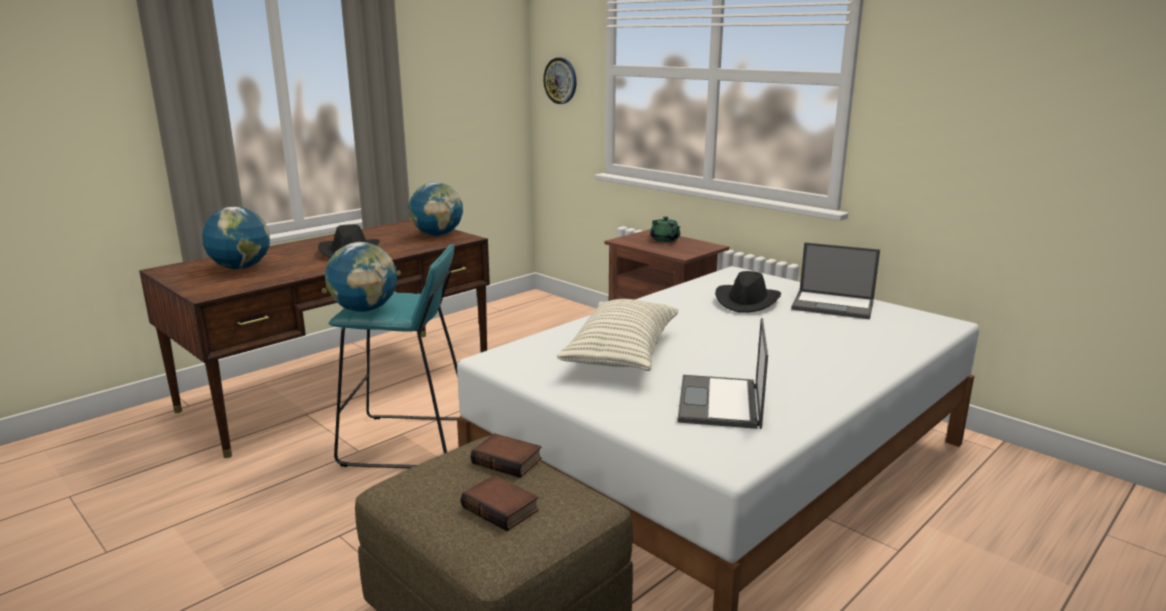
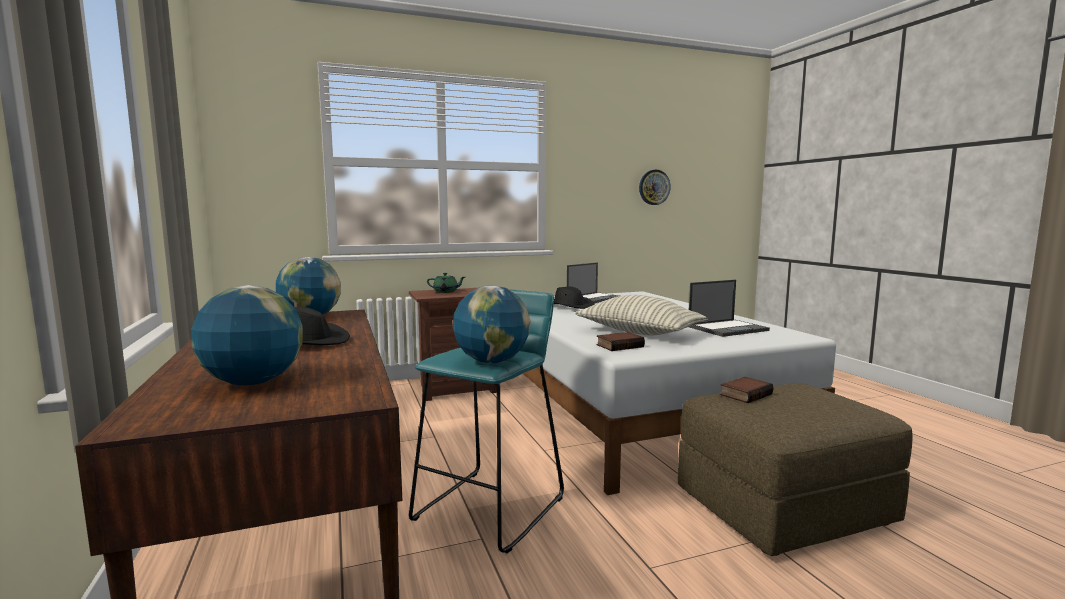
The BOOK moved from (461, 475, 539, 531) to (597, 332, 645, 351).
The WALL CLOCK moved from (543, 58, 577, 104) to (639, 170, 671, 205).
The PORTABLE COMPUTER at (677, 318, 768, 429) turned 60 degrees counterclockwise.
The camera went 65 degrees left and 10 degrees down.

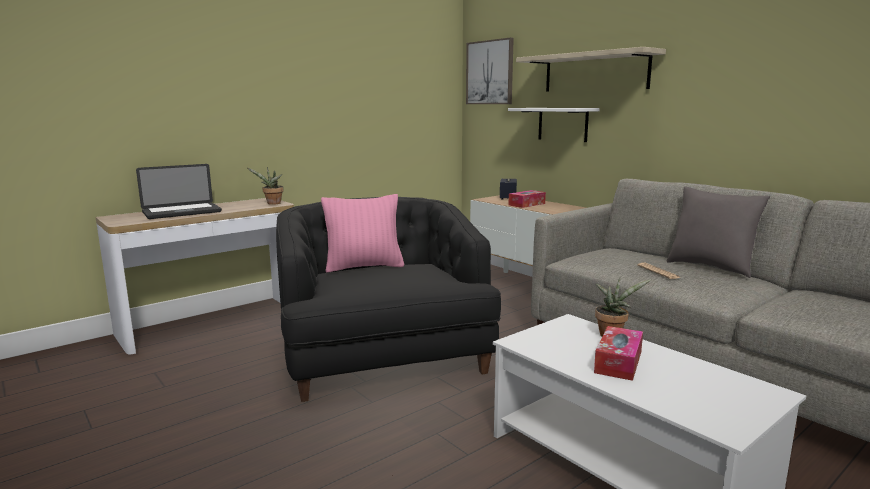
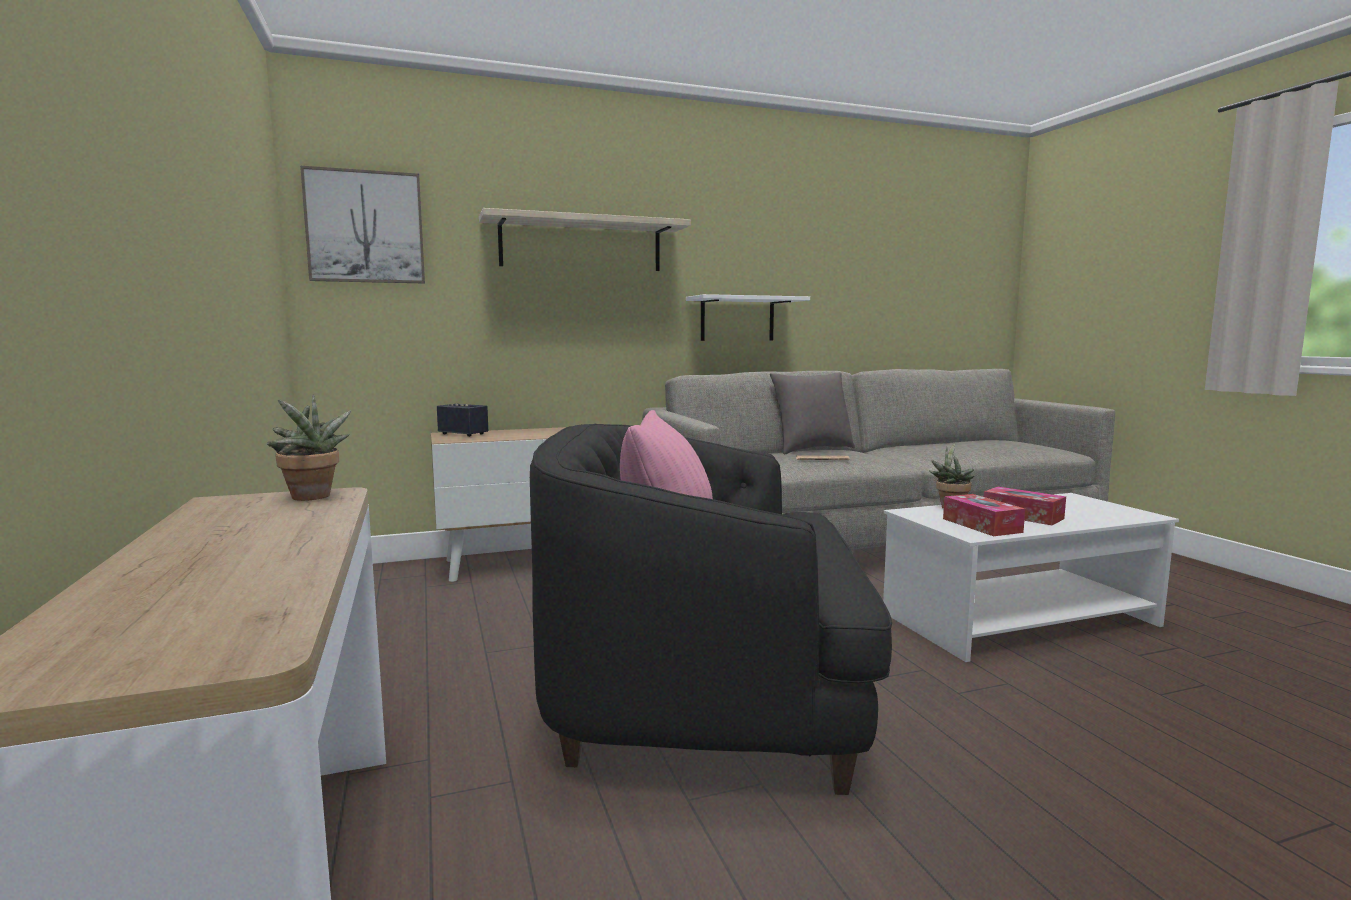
The PORTABLE COMPUTER at (136, 164, 222, 219) disappeared.
The WHITISH BRACKET SHELF moved from (508, 108, 600, 142) to (686, 294, 810, 341).
The TISSUE BOX moved from (509, 190, 546, 208) to (943, 494, 1025, 536).
The camera went 70 degrees left and 5 degrees down.

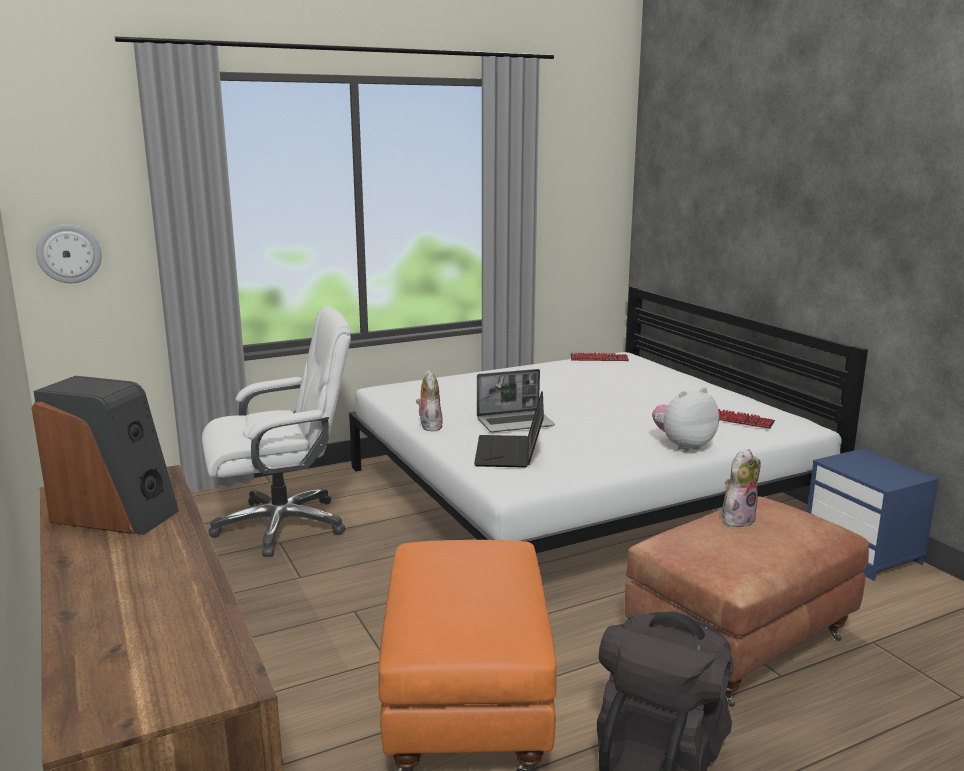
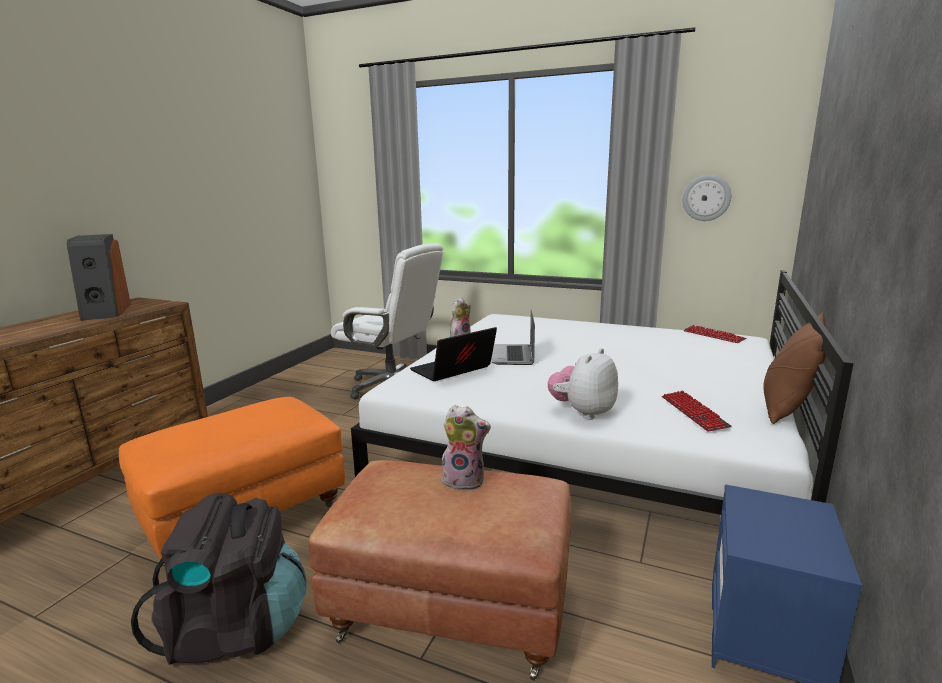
The BROWN-COLOURED THROW PILLOW at (763, 313, 826, 424) appeared.
The WALL CLOCK moved from (36, 224, 102, 283) to (683, 175, 731, 221).
The PORTABLE COMPUTER at (477, 369, 555, 432) turned 60 degrees clockwise.
The CUDDLY TOY at (652, 387, 719, 452) turned 75 degrees counterclockwise.
The camera went 50 degrees right and 0 degrees up.

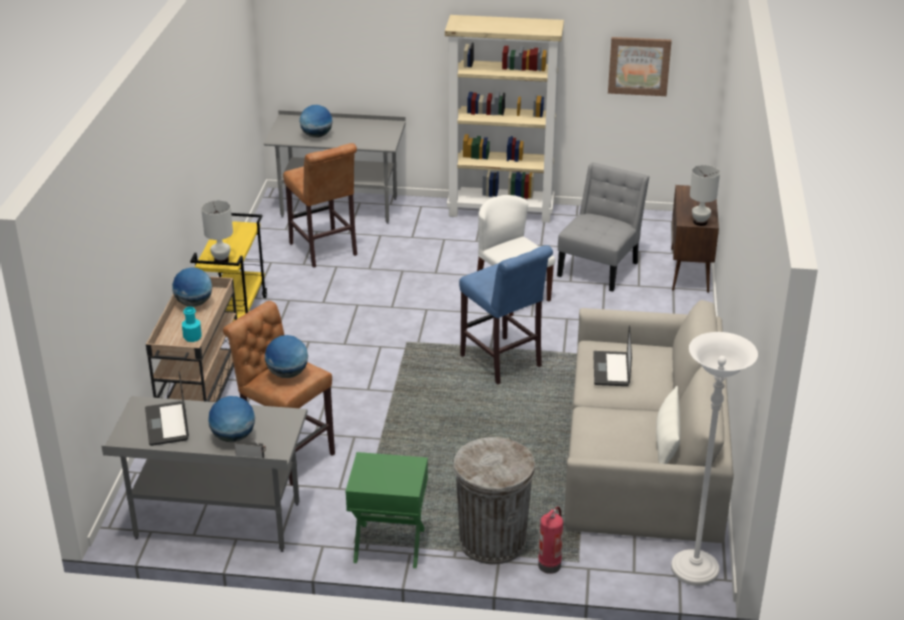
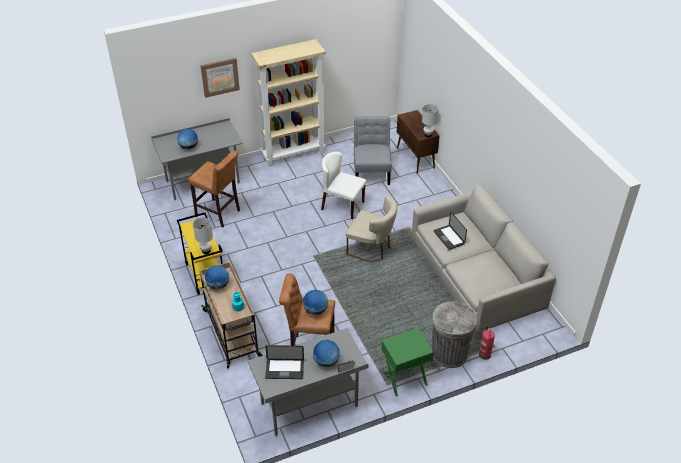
The WHITISH THROW PILLOW at (656, 386, 680, 464) disappeared.
The WHITISH FLOOR LAMP at (671, 332, 758, 586) disappeared.
The WALL ART moved from (608, 37, 672, 96) to (200, 58, 240, 98).
The BLUE-COLOURED SITTING STOOL at (459, 245, 553, 384) was replaced by the BEIGE CHAIR at (346, 196, 397, 262).
The PORTABLE COMPUTER at (145, 372, 189, 446) turned 45 degrees counterclockwise.
The camera went 30 degrees left and 10 degrees up.

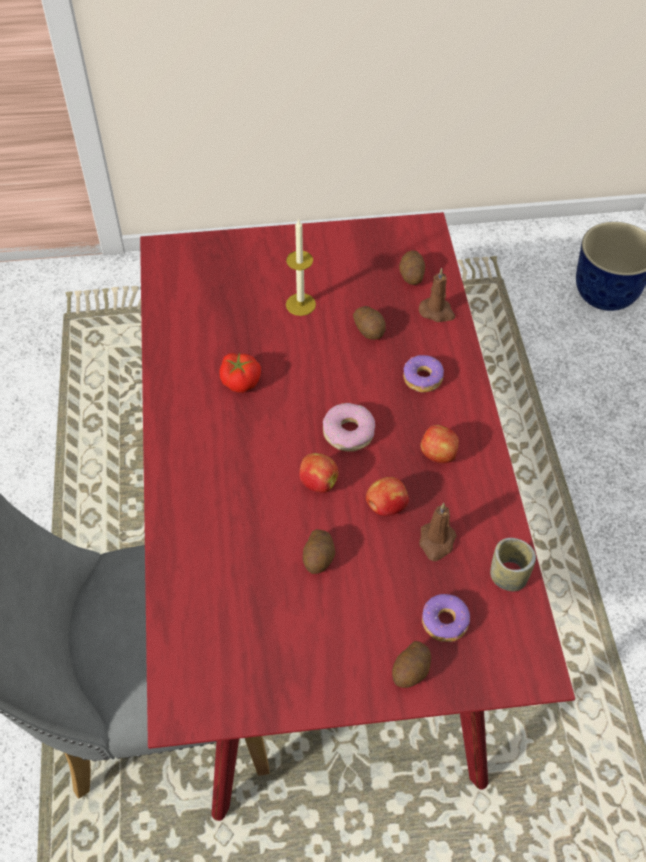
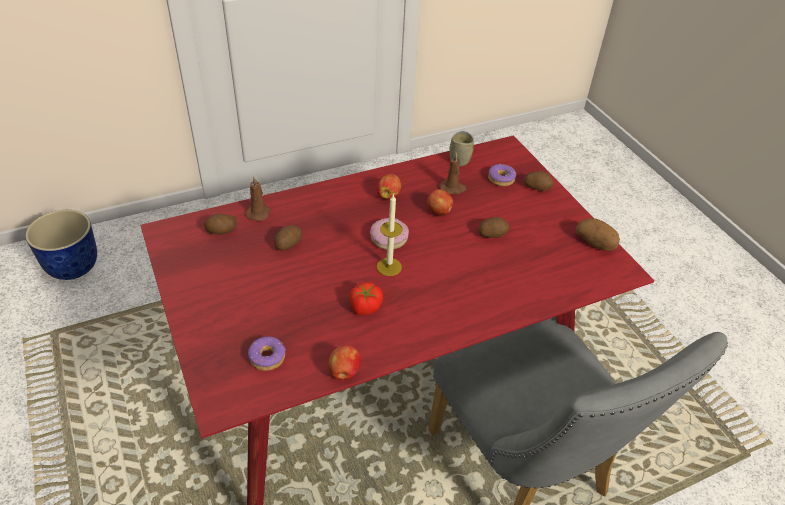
The SPUD at (576, 218, 620, 251) appeared.
The CANDLE moved from (286, 219, 316, 316) to (377, 195, 403, 276).
The APPLE FRUIT moved from (299, 453, 338, 493) to (328, 345, 361, 380).
The DOUGHNUT moved from (403, 355, 444, 392) to (248, 337, 286, 371).
The camera went 110 degrees left and 10 degrees down.

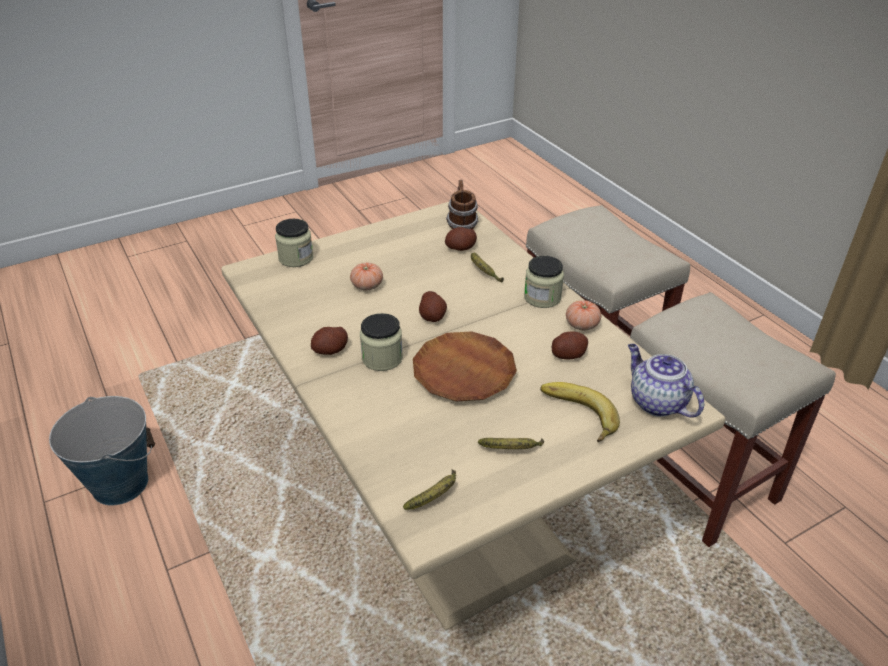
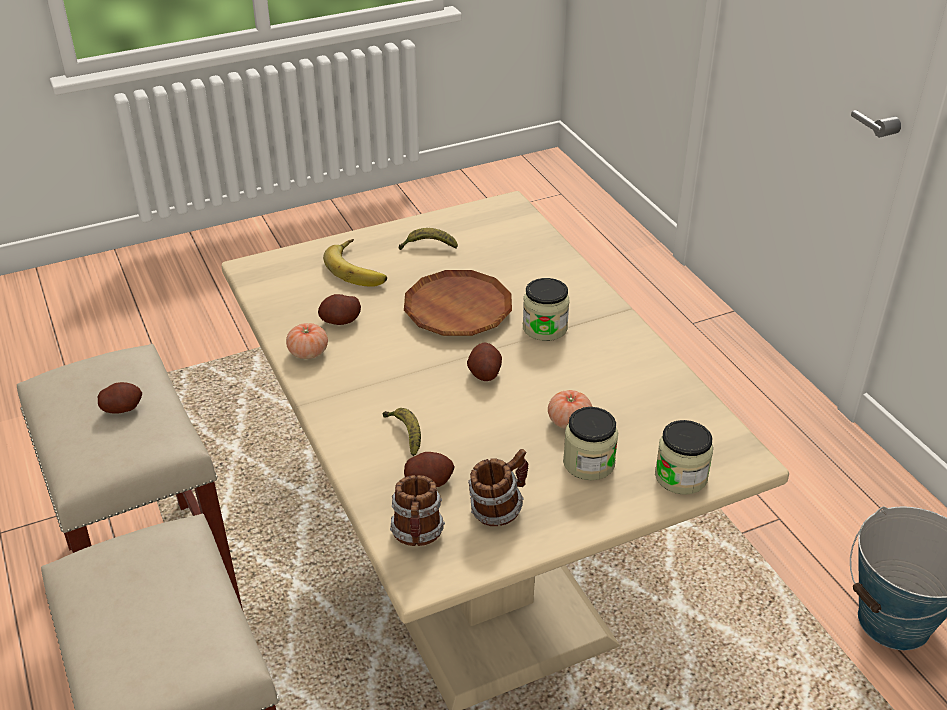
The BANANA FRUIT at (403, 469, 456, 510) disappeared.
The TEAPOT at (628, 344, 704, 418) disappeared.
The MUG at (468, 449, 528, 526) appeared.
The SPUD moved from (311, 327, 348, 355) to (98, 382, 142, 414).
The STORAGE JAR moved from (524, 256, 564, 308) to (563, 407, 618, 480).
The camera went 175 degrees left and 0 degrees up.

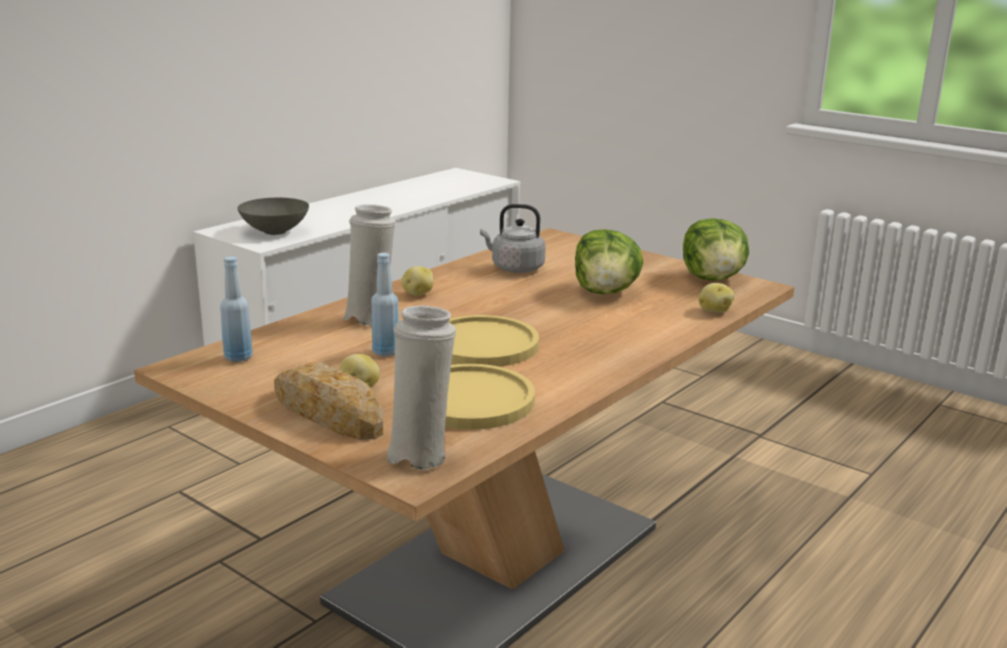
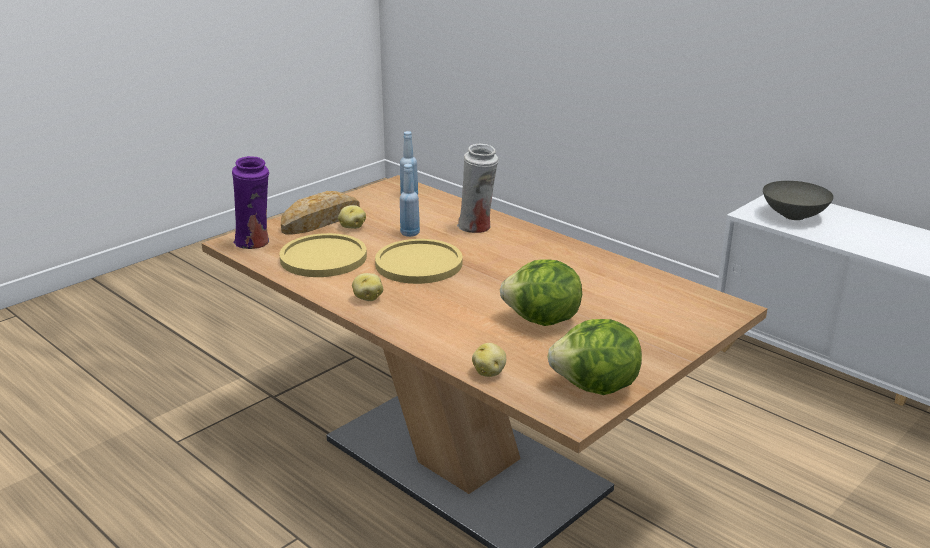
The GREYISH WATER KETTLE at (480, 204, 546, 273) disappeared.
The SPUD moved from (401, 266, 433, 296) to (352, 273, 383, 301).
The WHITISH VASE at (387, 305, 456, 470) became the PURPLISH VASE at (232, 156, 269, 249).
The camera went 95 degrees right and 5 degrees up.

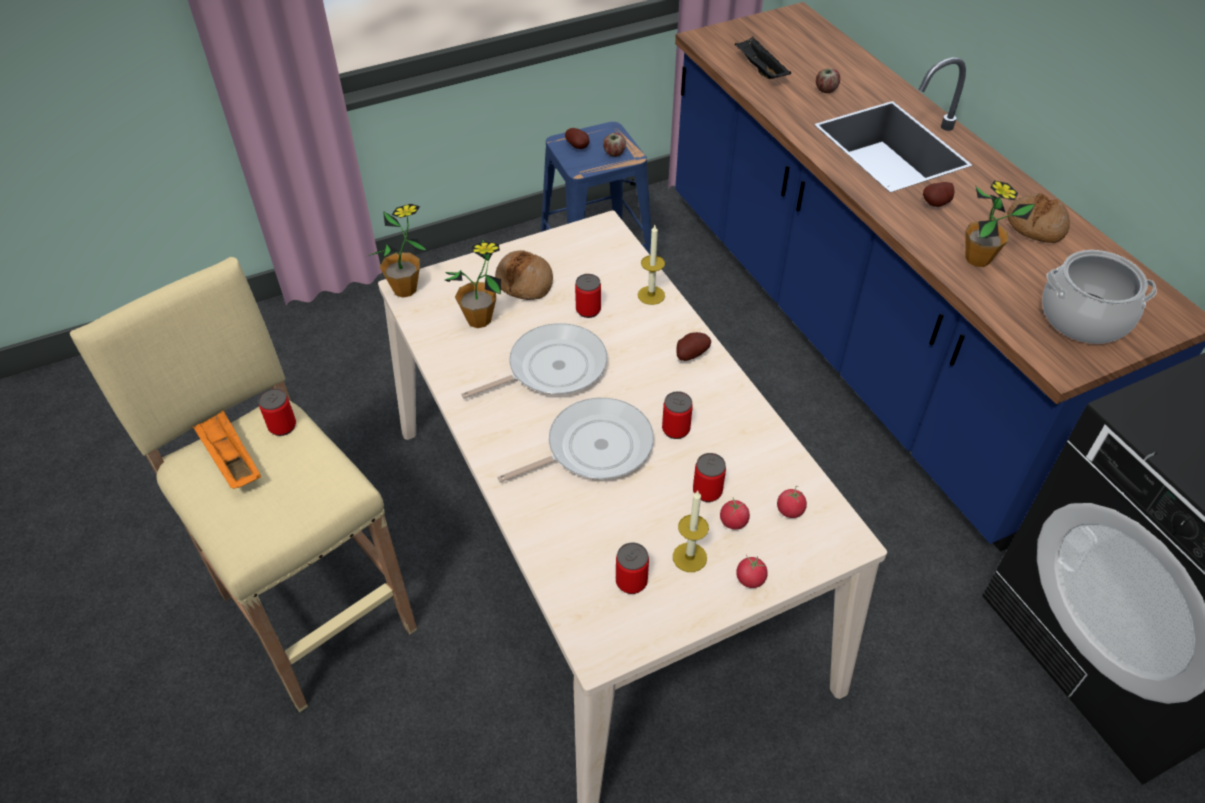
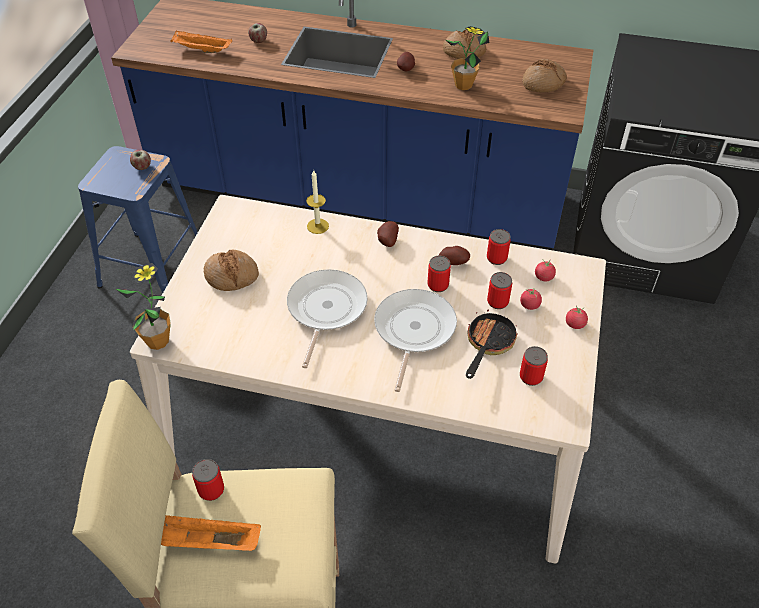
The PLANT IN A POT at (445, 239, 501, 328) disappeared.
The CANDLE at (673, 491, 709, 572) disappeared.
The FRYING PAN at (466, 305, 518, 379) appeared.
The SPUD moved from (565, 128, 590, 149) to (439, 246, 470, 265).
The METAL CAN moved from (575, 274, 601, 318) to (487, 229, 511, 265).
The COOKING POT at (1042, 250, 1157, 344) was replaced by the BAKERY BREAD at (522, 59, 567, 93).
The BLACK TRAY at (735, 37, 791, 79) became the ORANGE-COLOURED TRAY at (170, 31, 233, 53).
The camera went 50 degrees left and 0 degrees up.

